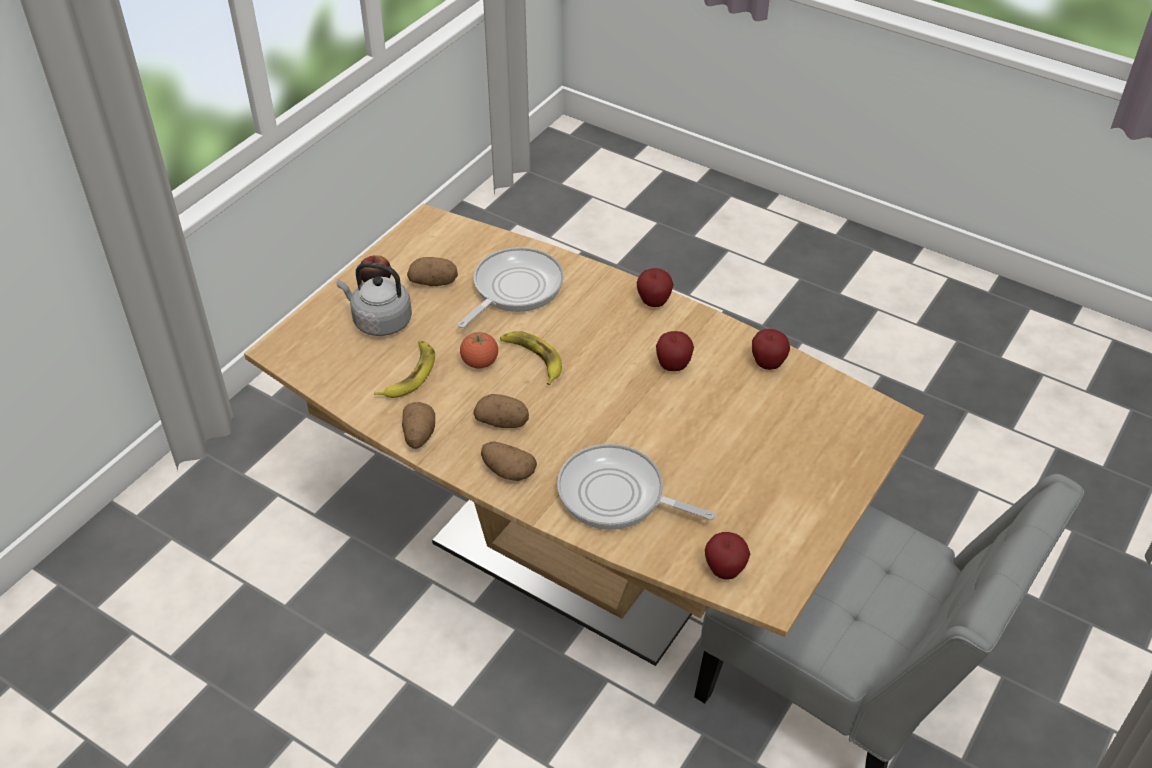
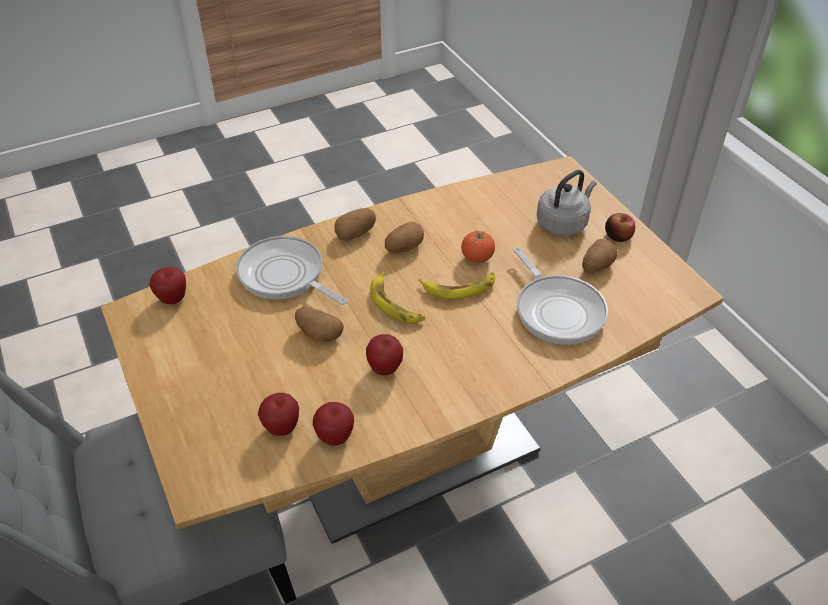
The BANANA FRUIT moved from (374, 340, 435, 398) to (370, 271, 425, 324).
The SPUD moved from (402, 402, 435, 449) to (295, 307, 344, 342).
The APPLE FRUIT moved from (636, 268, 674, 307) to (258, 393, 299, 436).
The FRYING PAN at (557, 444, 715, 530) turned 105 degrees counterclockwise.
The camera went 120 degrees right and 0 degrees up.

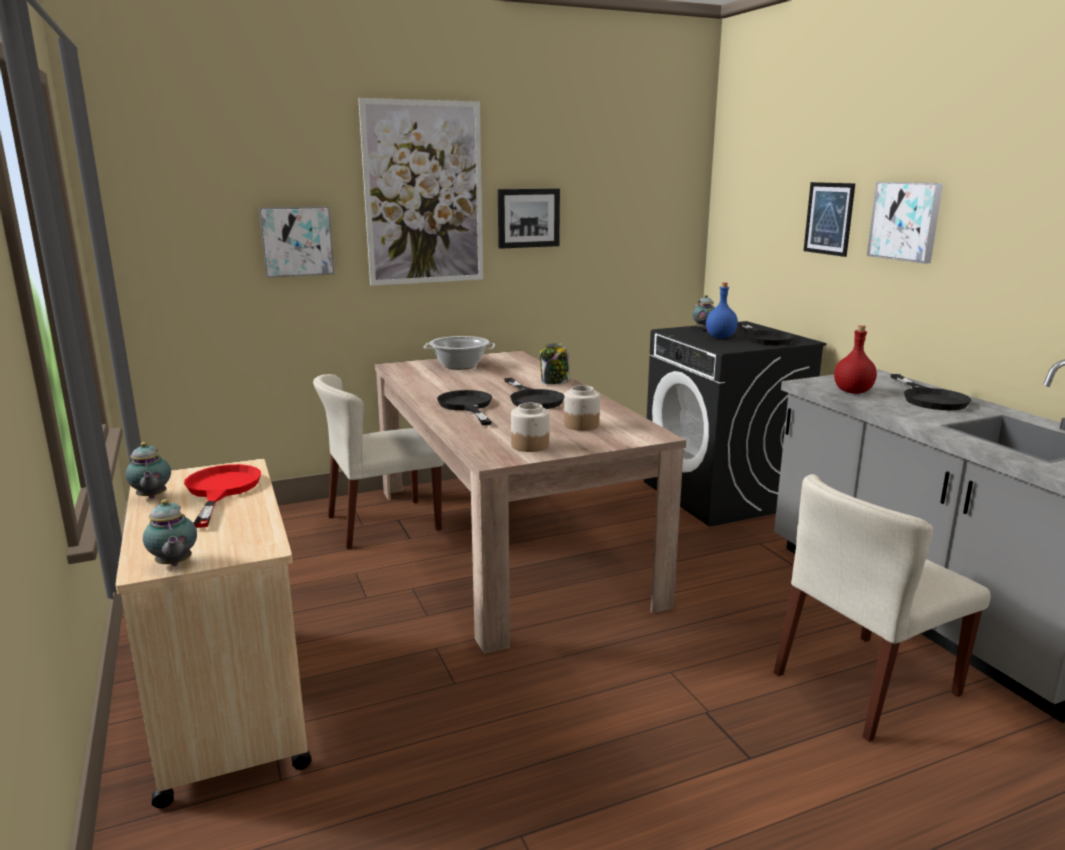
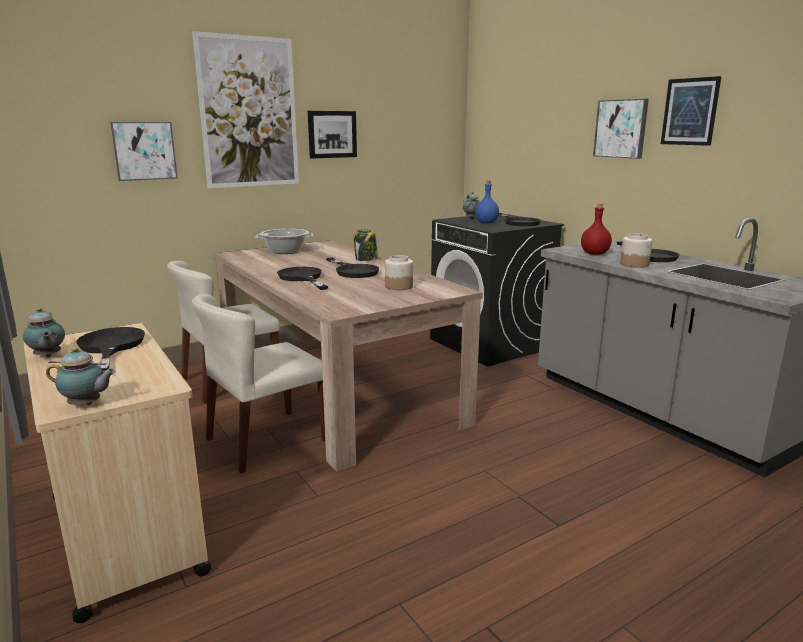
The STORAGE JAR moved from (511, 403, 550, 452) to (620, 233, 653, 268).
The BEIGE CHAIR moved from (774, 474, 991, 742) to (192, 294, 325, 473).
The WALL ART moved from (804, 182, 855, 257) to (661, 76, 721, 146).
The RED-COLOURED FRYING PAN at (184, 464, 261, 528) became the BLACK FRYING PAN at (76, 327, 145, 372).
The TEAPOT at (143, 499, 197, 566) turned 45 degrees counterclockwise.
The camera went 10 degrees left and 0 degrees up.

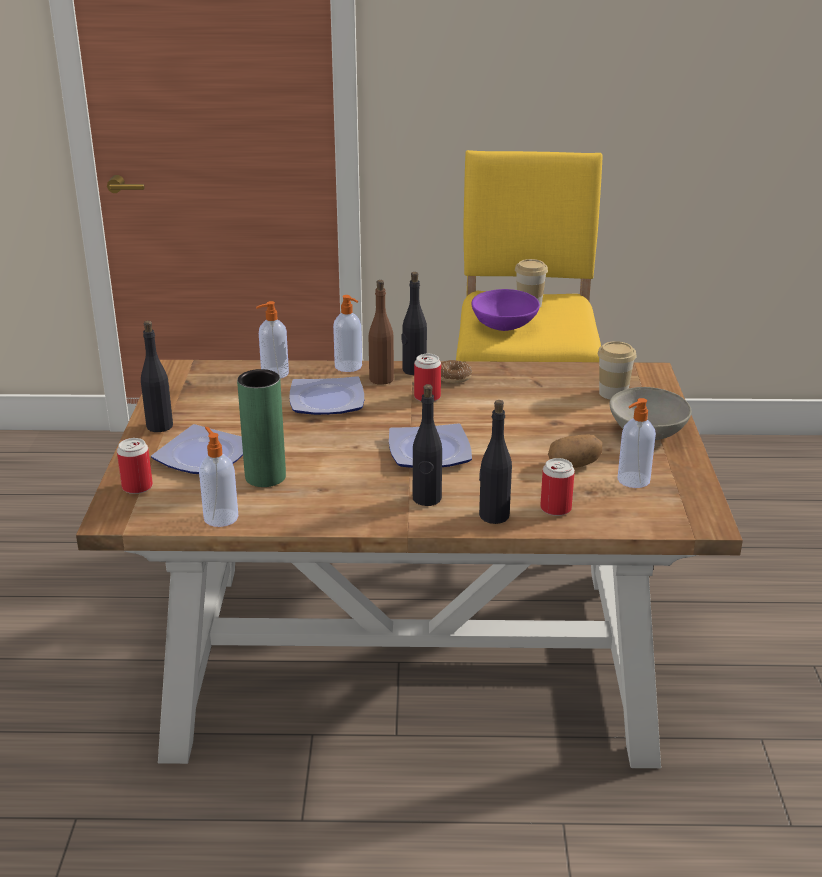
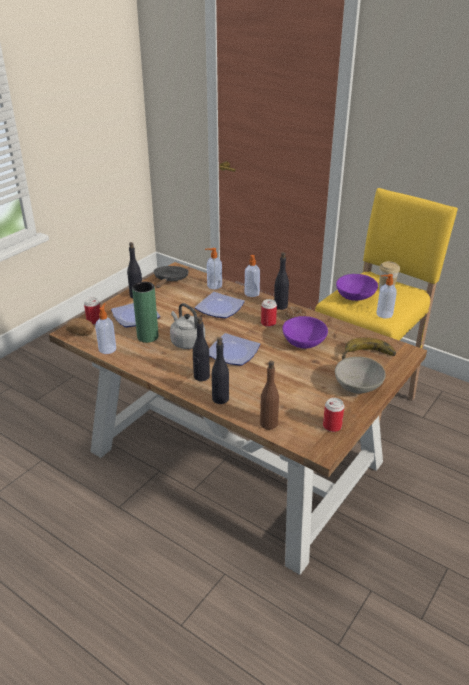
The BLACK FRYING PAN at (154, 266, 188, 288) appeared.
The GREYISH WATER KETTLE at (170, 303, 205, 349) appeared.
The PURPLISH BOWL at (282, 316, 328, 349) appeared.
The BROWN-COLOURED BEVERAGE BOTTLE moved from (369, 280, 394, 385) to (260, 361, 279, 430).
The METAL CAN moved from (540, 458, 575, 516) to (323, 398, 344, 432).
The SPUD moved from (548, 435, 602, 468) to (66, 318, 94, 336).
The SOAP BOTTLE moved from (617, 398, 656, 488) to (376, 274, 397, 318).
The DRINKING CUP at (598, 341, 636, 399) was replaced by the BANANA FRUIT at (342, 338, 396, 360).
The camera went 35 degrees right and 5 degrees up.

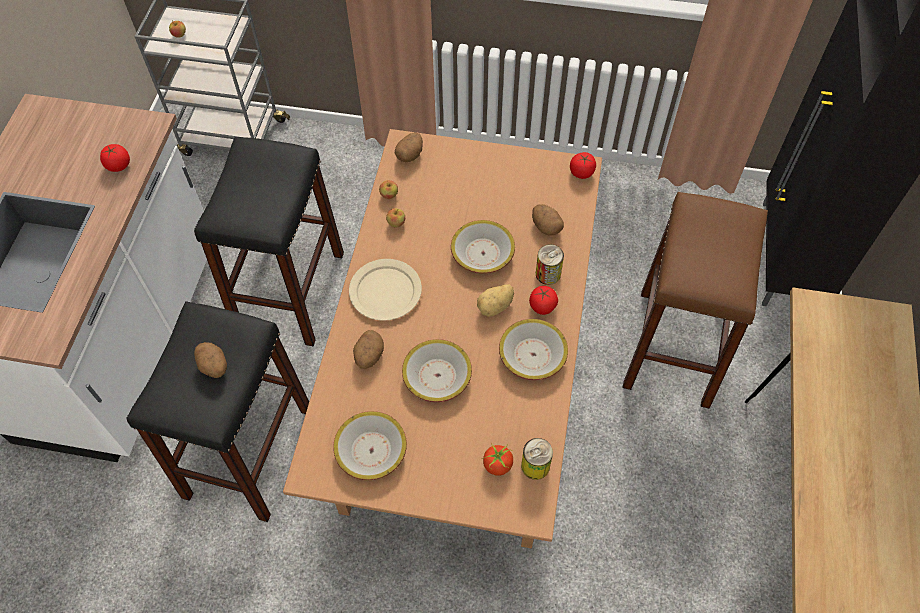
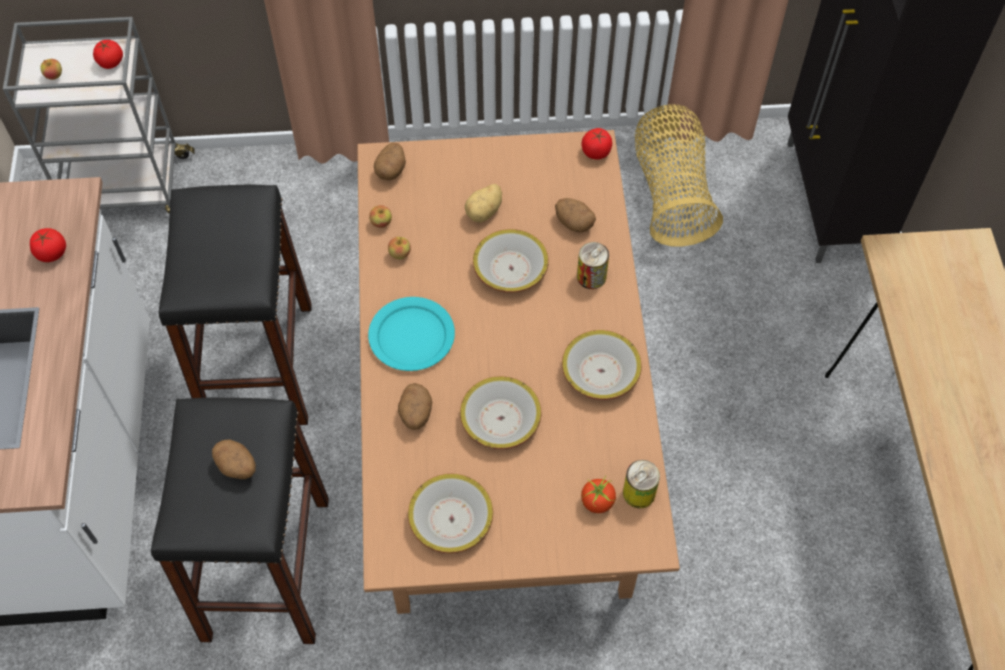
The BROWN-COLOURED SITTING STOOL at (622, 192, 768, 409) disappeared.
The BASKET at (635, 104, 723, 247) appeared.
The SPUD moved from (477, 284, 514, 317) to (465, 184, 502, 223).
The FRESH TOMATO moved from (529, 286, 558, 315) to (93, 40, 123, 69).
The BEIGE FLAT DISH at (349, 259, 422, 321) became the TURQUOISE FLAT DISH at (368, 297, 455, 371).
The camera went 15 degrees left and 0 degrees up.

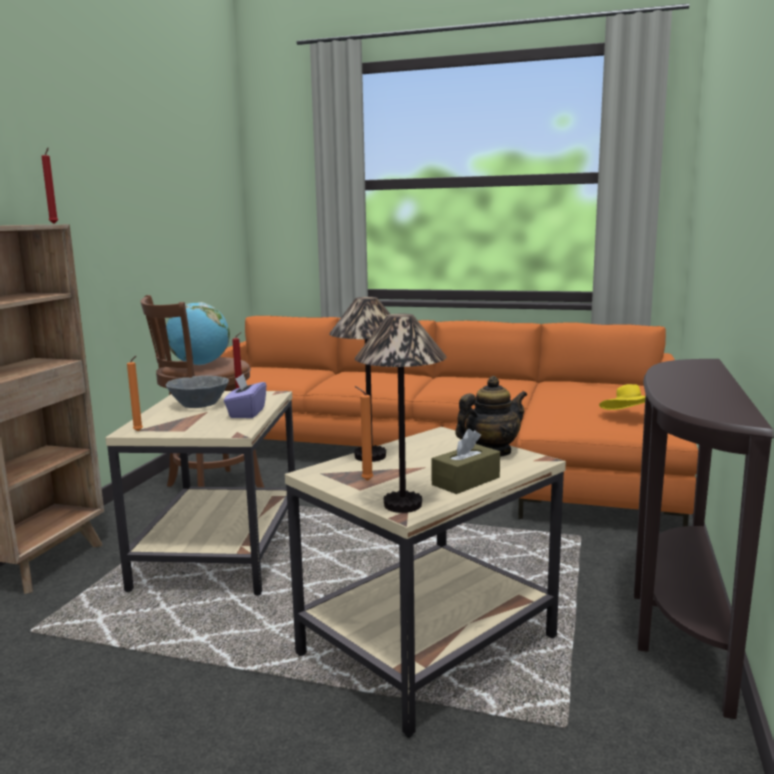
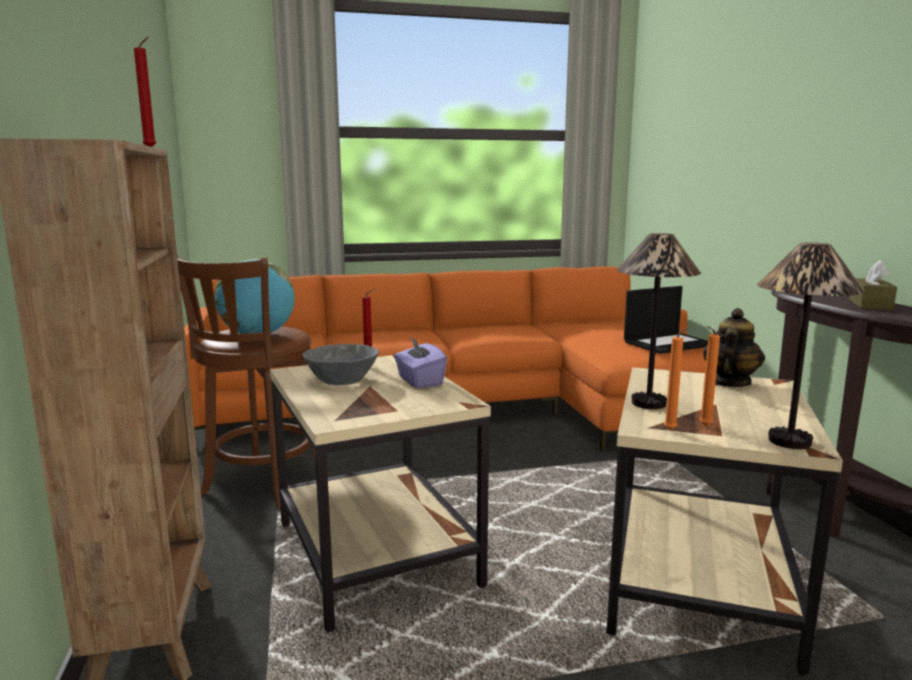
The ORANGE-COLOURED CANDLE moved from (127, 356, 143, 432) to (664, 327, 690, 430).
The BROWN-COLOURED TISSUE BOX moved from (432, 429, 500, 494) to (849, 260, 897, 310).
The YELLOWISH HAT at (599, 384, 645, 410) was replaced by the PORTABLE COMPUTER at (624, 286, 708, 354).
The camera went 30 degrees left and 0 degrees up.

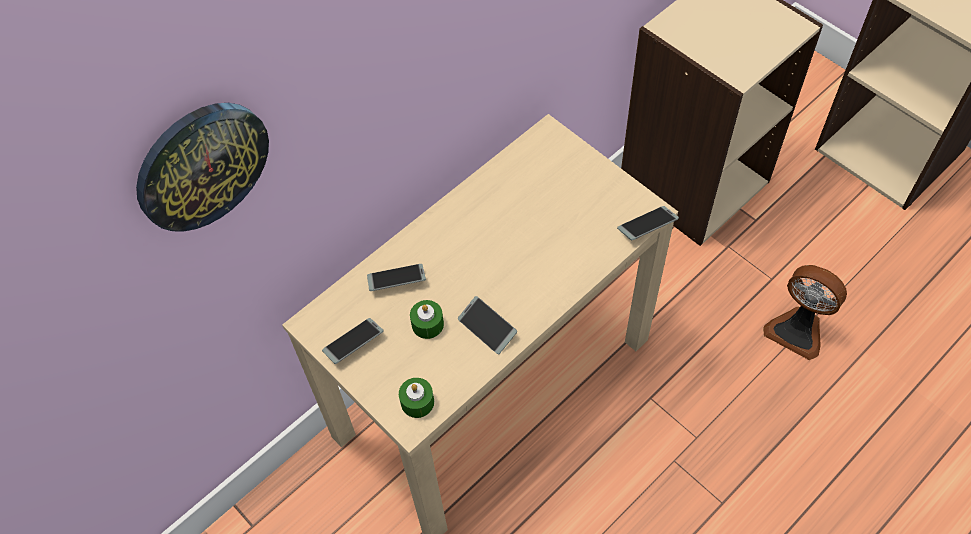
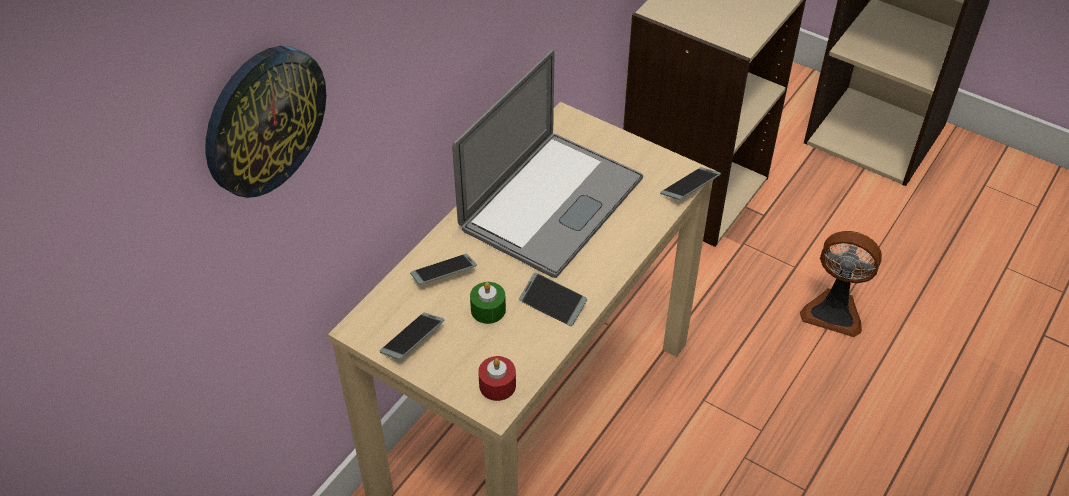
The PORTABLE COMPUTER at (452, 49, 643, 278) appeared.
The GREENISH CANDLE at (399, 378, 434, 418) became the RED-COLOURED CANDLE at (478, 356, 516, 401).
The camera went 15 degrees left and 10 degrees down.

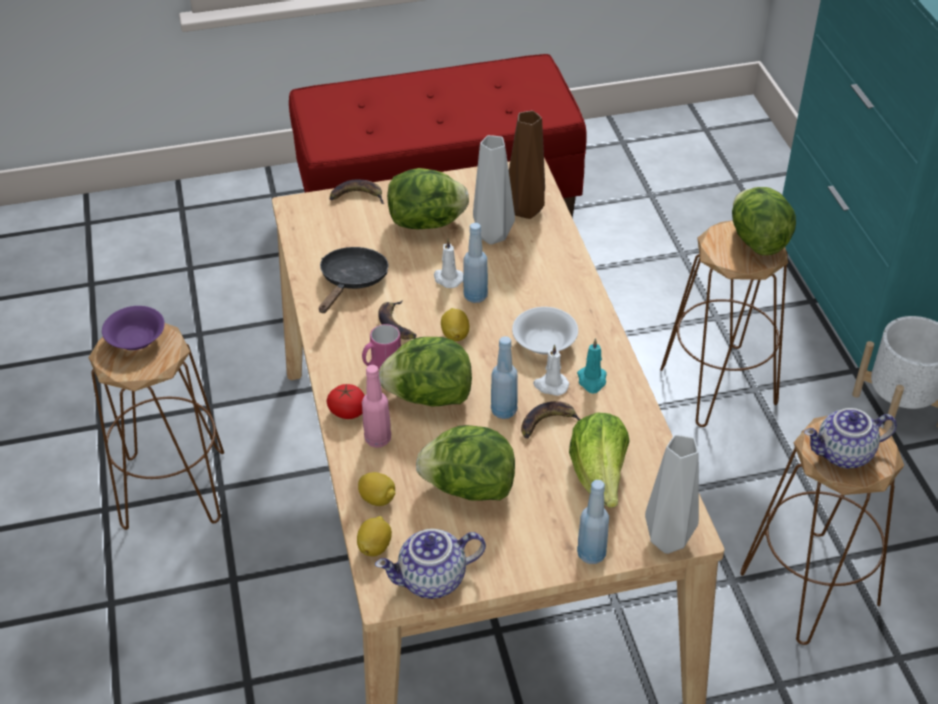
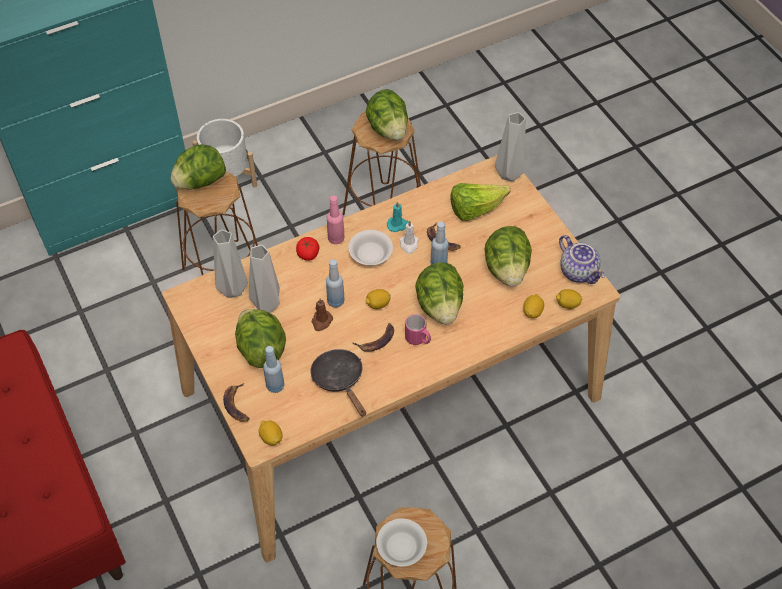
The LEMON at (259, 420, 283, 446) appeared.
The FRESH TOMATO moved from (326, 384, 365, 419) to (296, 237, 319, 261).
The PINKISH BEVERAGE BOTTLE moved from (362, 365, 391, 448) to (327, 195, 345, 244).
The BLUE-COLOURED BEVERAGE BOTTLE moved from (577, 480, 609, 564) to (263, 346, 285, 393).
The TEAPOT at (804, 408, 897, 469) was replaced by the HEAD OF LETTUCE at (366, 89, 408, 140).
The PURPLISH BOWL at (102, 306, 165, 350) became the WHITISH BOWL at (376, 519, 427, 567).
The WHITISH CANDLE at (434, 239, 463, 288) became the BROWN-COLOURED CANDLE at (312, 298, 333, 331).
The BROWN-COLOURED VASE at (509, 111, 545, 219) became the GREYISH VASE at (213, 230, 248, 298).
The BLACK FRYING PAN at (319, 247, 389, 313) turned 60 degrees clockwise.
The camera went 105 degrees left and 10 degrees up.

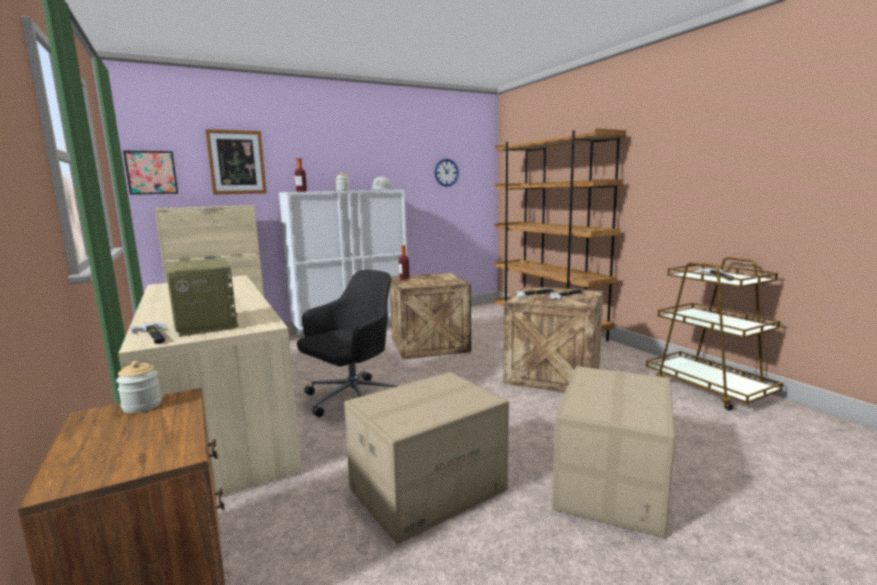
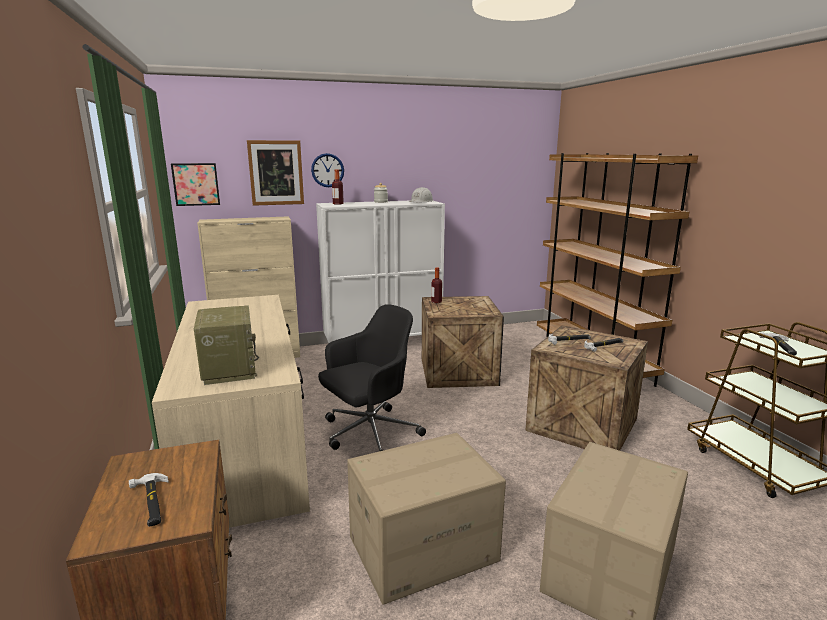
The STORAGE JAR at (116, 361, 162, 413) disappeared.
The TOOL HAMMER moved from (131, 323, 166, 344) to (129, 473, 169, 526).
The WALL CLOCK moved from (435, 159, 459, 187) to (311, 153, 344, 187).
The camera went 10 degrees right and 5 degrees up.

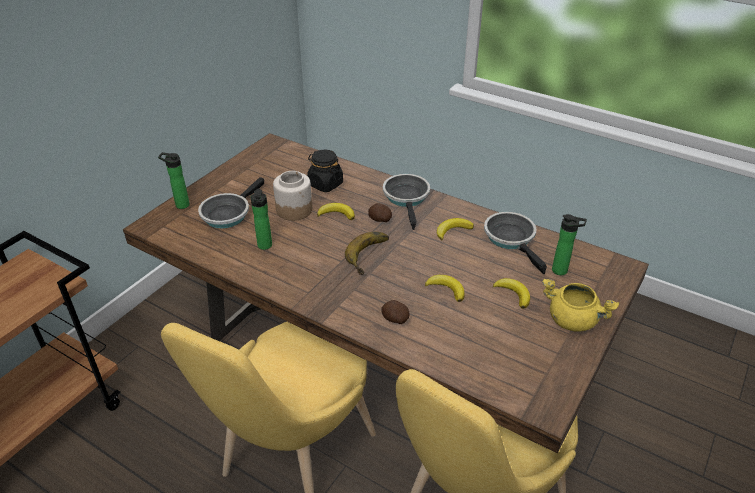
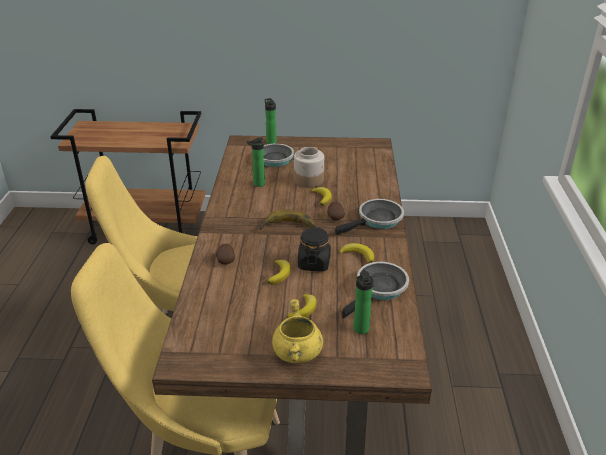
The BLACK STORAGE JAR moved from (307, 150, 343, 192) to (298, 227, 331, 272).
The camera went 60 degrees right and 5 degrees down.

